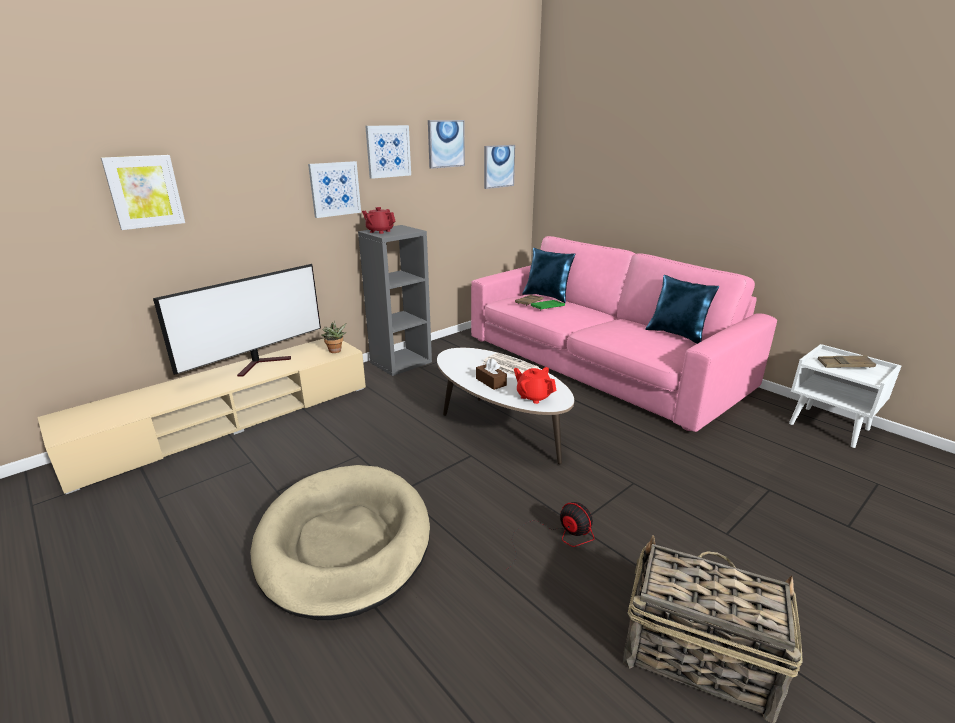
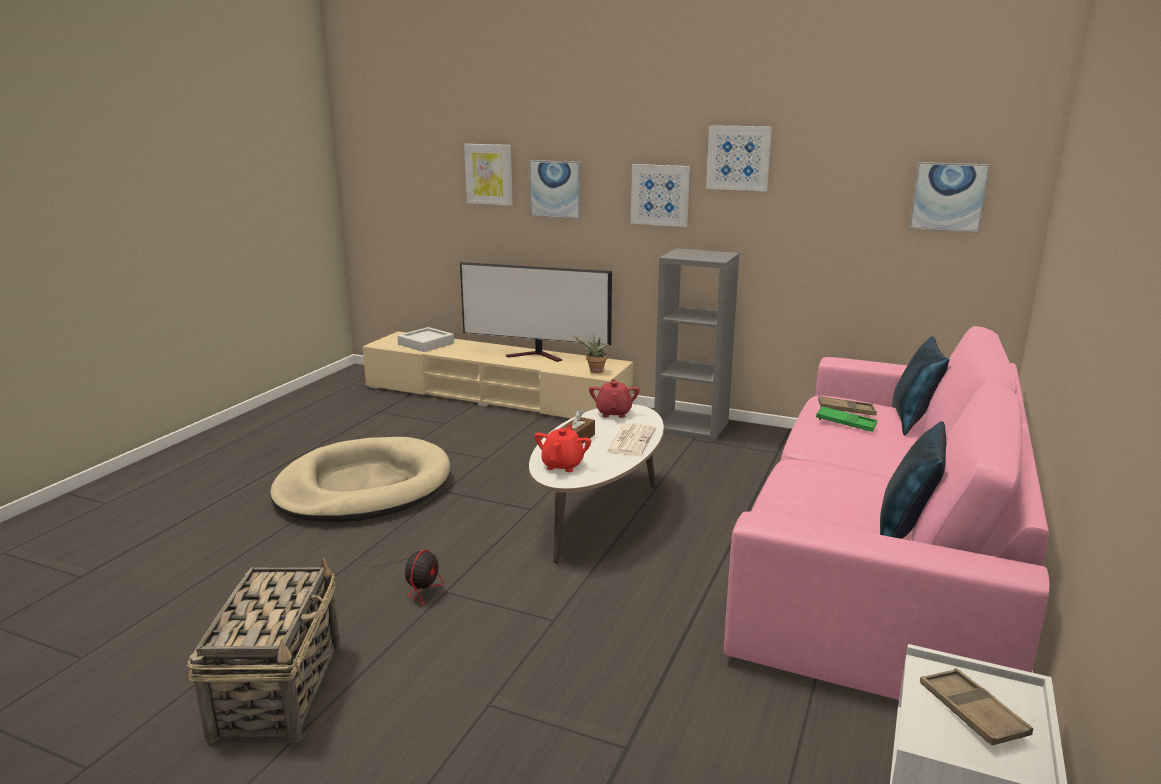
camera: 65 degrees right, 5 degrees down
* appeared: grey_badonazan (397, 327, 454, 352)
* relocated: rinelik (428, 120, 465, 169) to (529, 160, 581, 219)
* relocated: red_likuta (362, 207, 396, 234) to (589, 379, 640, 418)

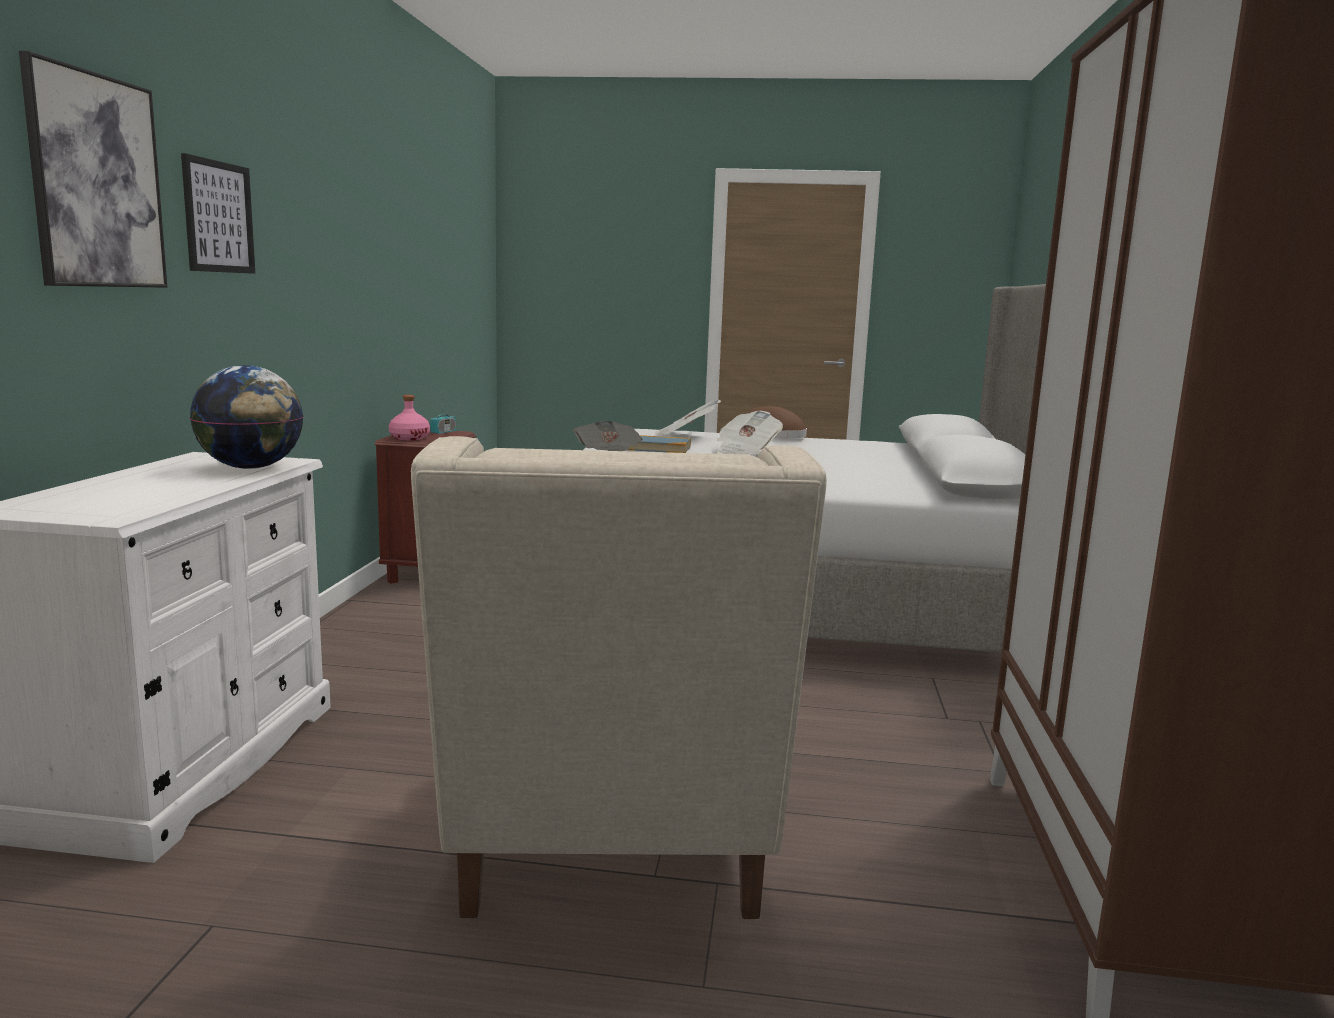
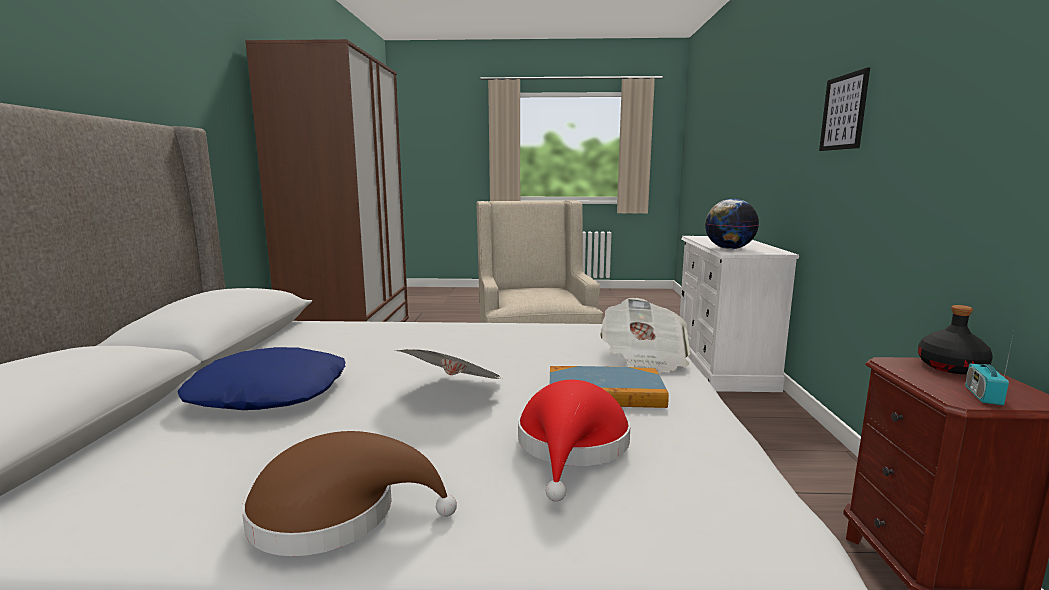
camera: 175 degrees right, 0 degrees up
* appeared: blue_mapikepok (177, 347, 346, 410)
* exchanged: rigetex (655, 400, 721, 435) to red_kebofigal (518, 380, 630, 502)
* colour: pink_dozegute (389, 395, 430, 440) to black_dozegute (918, 305, 993, 374)
* missing: rinelik (19, 51, 167, 288)

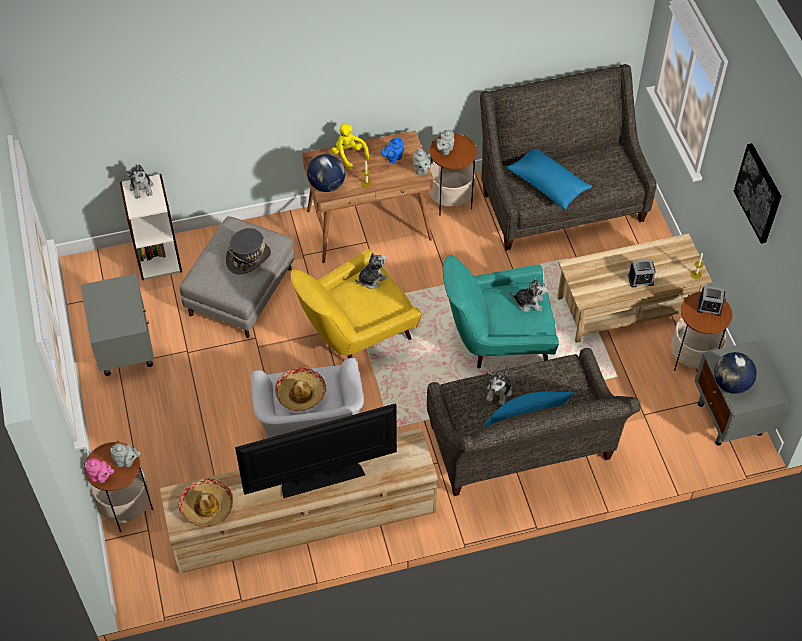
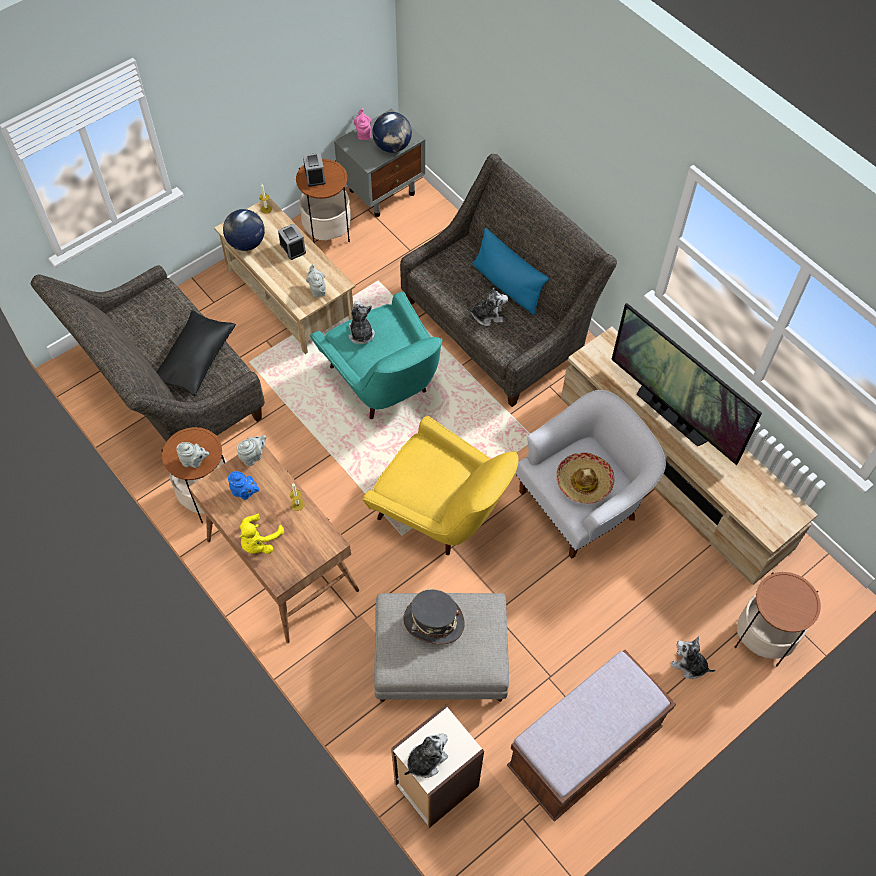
camera: 115 degrees left, 5 degrees up
* colour: blue_mapikepok (507, 149, 592, 210) to black_mapikepok (157, 310, 236, 396)
* relocated: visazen (307, 154, 345, 192) to (223, 209, 265, 251)
* relocated: grey_likuta (111, 444, 141, 467) to (306, 264, 326, 297)
* relocated: pink_likuta (85, 458, 114, 483) to (354, 108, 372, 140)
* exchanged: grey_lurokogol (81, 274, 155, 376) to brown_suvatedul (507, 650, 676, 822)
* relocated: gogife (355, 253, 387, 289) to (671, 636, 716, 679)
* missing: kebofigal (178, 479, 234, 527)
* missing: rinelik (734, 143, 782, 244)

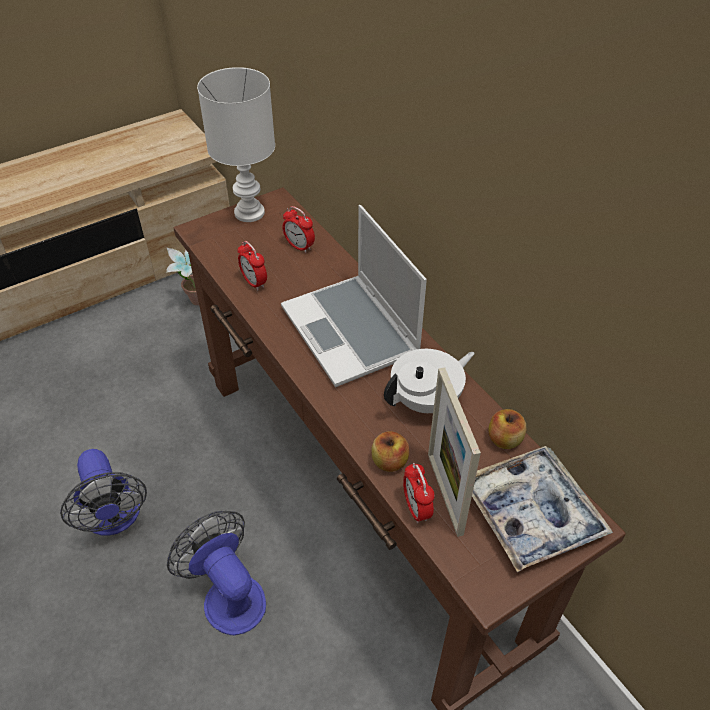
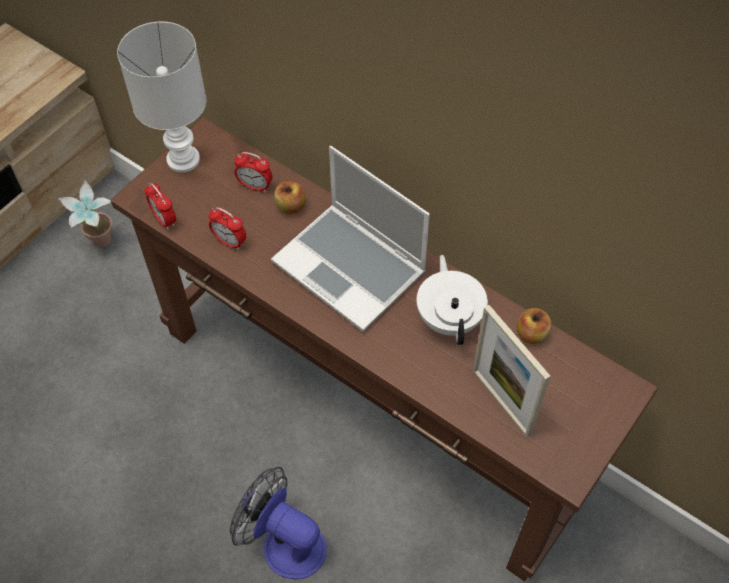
camera: 20 degrees left, 10 degrees up
* relocated: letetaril (403, 463, 435, 523) to (145, 183, 176, 230)
* relocated: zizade (372, 431, 409, 472) to (274, 181, 306, 214)
* spun: white_likuta (384, 349, 475, 413) = (417, 255, 488, 345) 45 degrees counterclockwise
* missing: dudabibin (60, 449, 147, 536)
* missing: badonazan (472, 446, 613, 572)

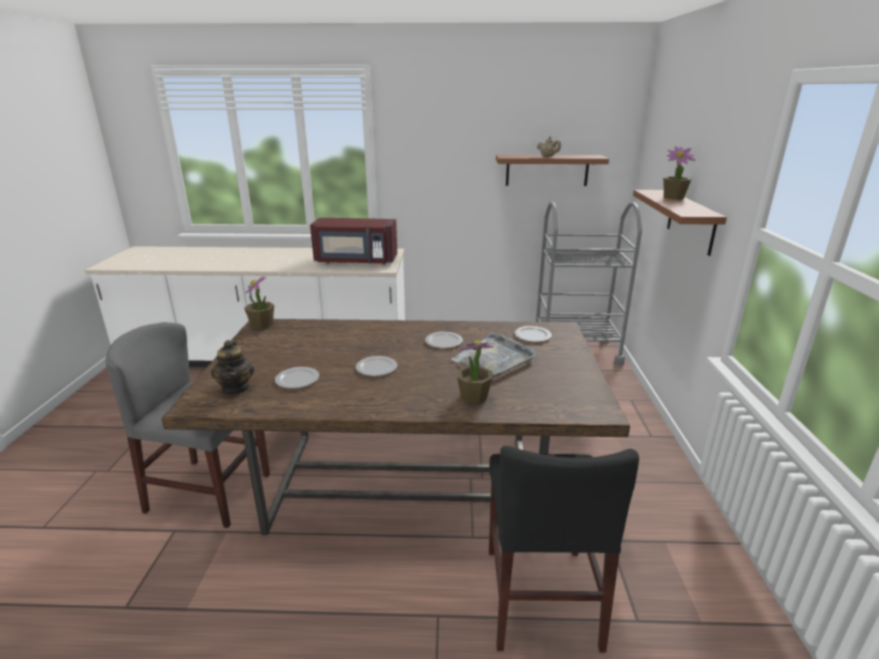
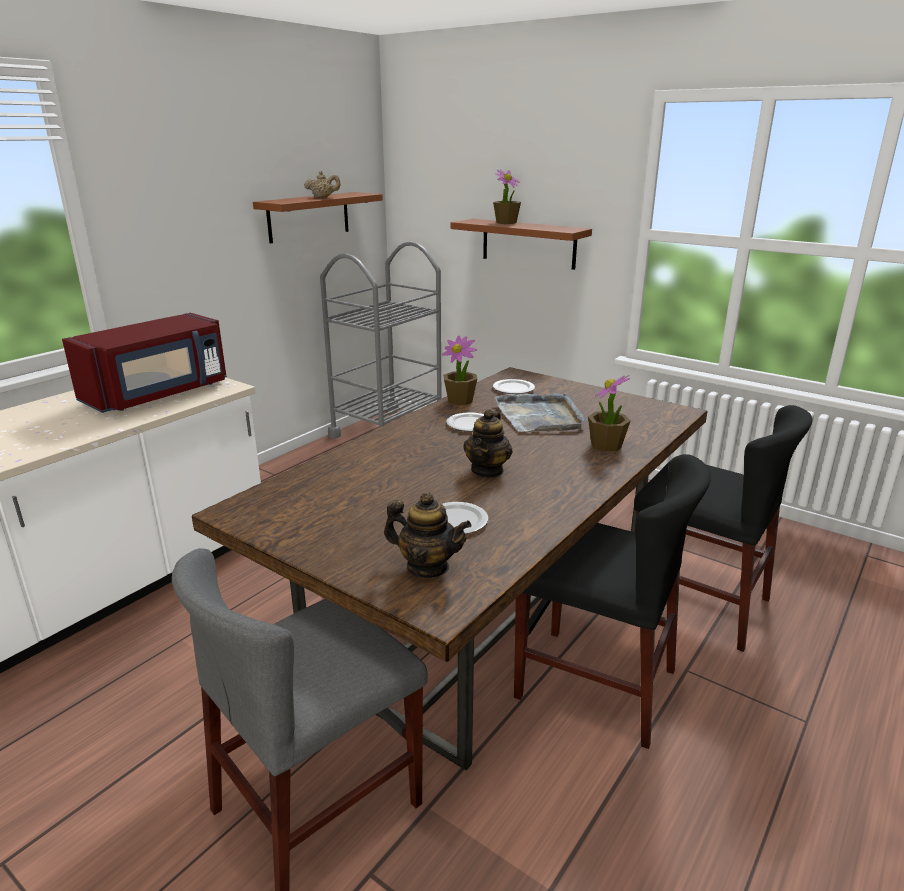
camera: 55 degrees left, 0 degrees up
* relocated: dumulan (244, 275, 274, 329) to (442, 336, 477, 405)
* exchanged: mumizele (356, 356, 397, 376) to likuta (463, 409, 512, 478)
* appeared: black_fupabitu (514, 454, 711, 749)

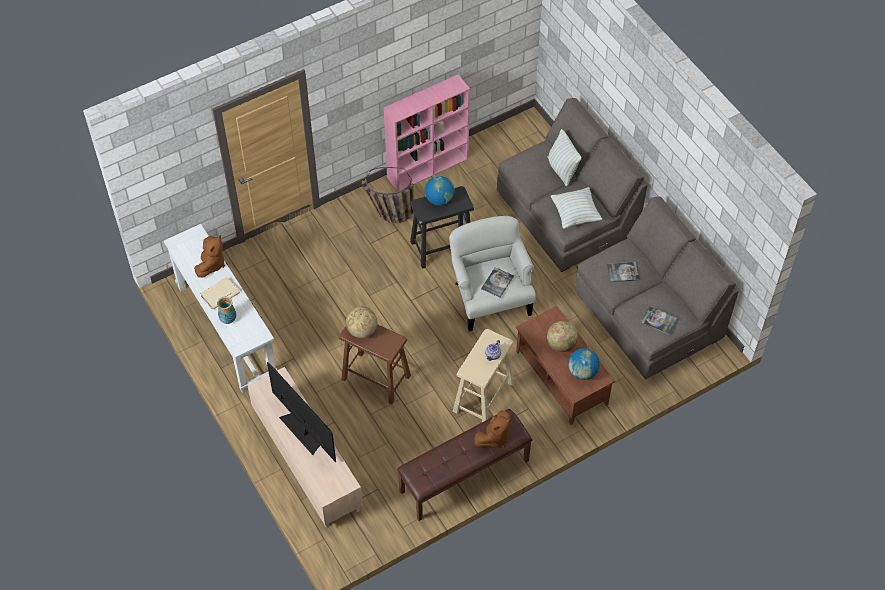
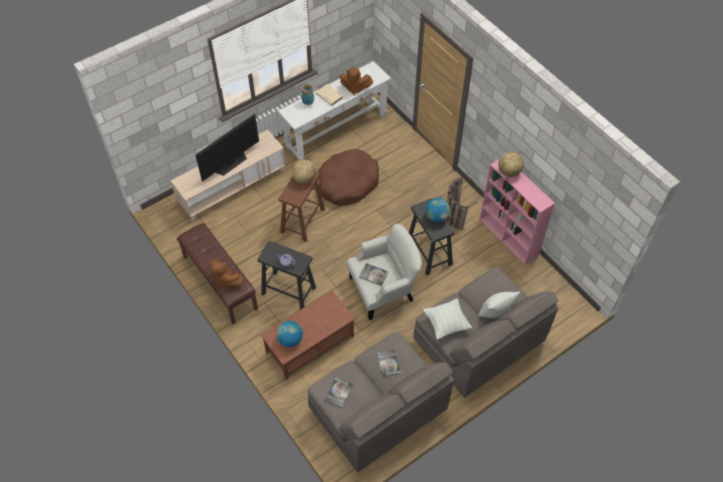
camera: 85 degrees right, 0 degrees up
* colour: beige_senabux (453, 329, 514, 422) to black_senabux (258, 241, 316, 310)
* appeared: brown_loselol (318, 149, 379, 206)
* relocated: visazen (547, 321, 578, 352) to (498, 152, 524, 177)

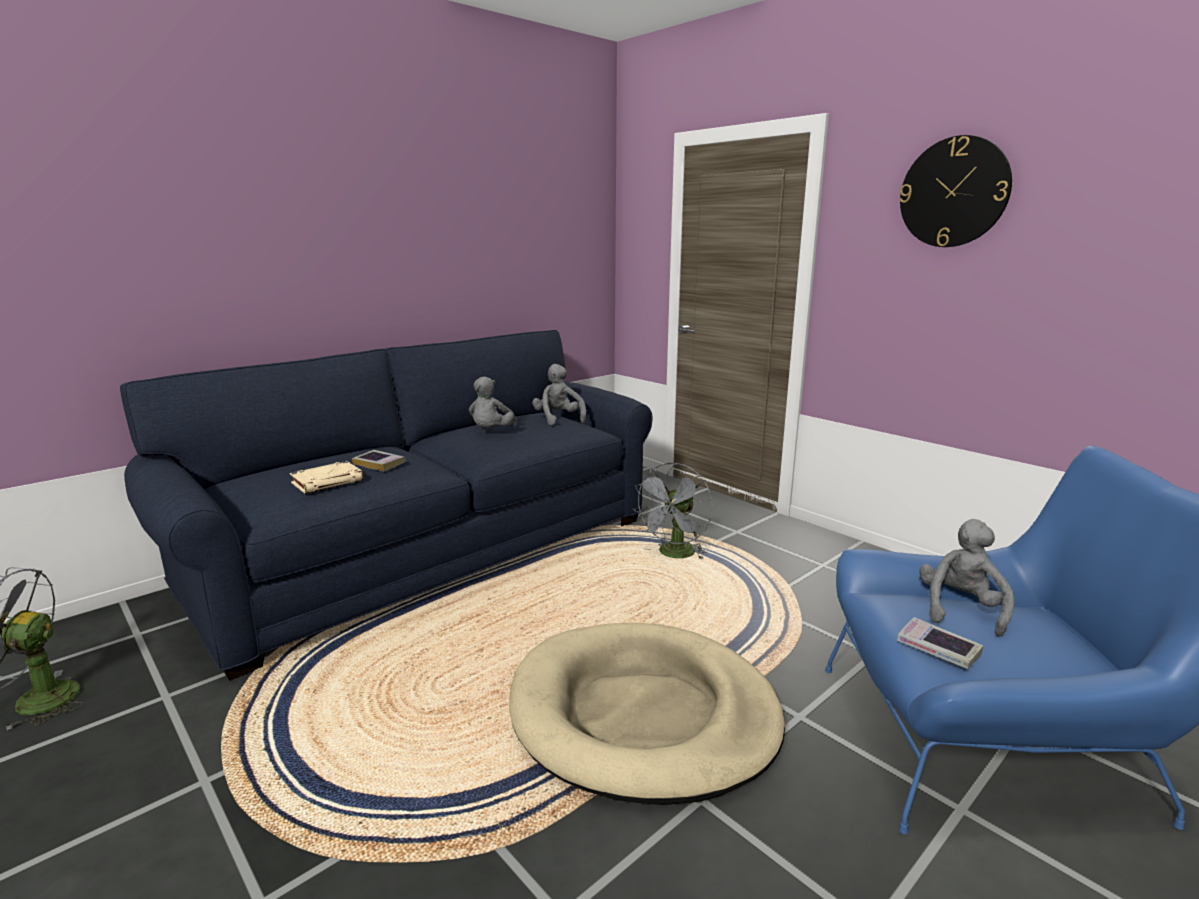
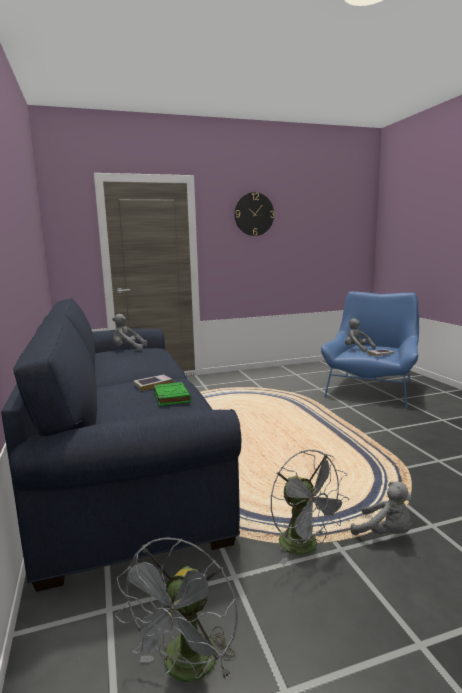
camera: 65 degrees left, 5 degrees down
* colour: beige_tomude (290, 461, 363, 494) to green_tomude (154, 382, 191, 406)
* relocated: grey_dudabibin (633, 463, 713, 560) to (270, 450, 349, 565)
* relocated: grey_gogife (469, 377, 517, 428) to (350, 481, 412, 535)
* missing: beige_loselol (509, 623, 785, 805)

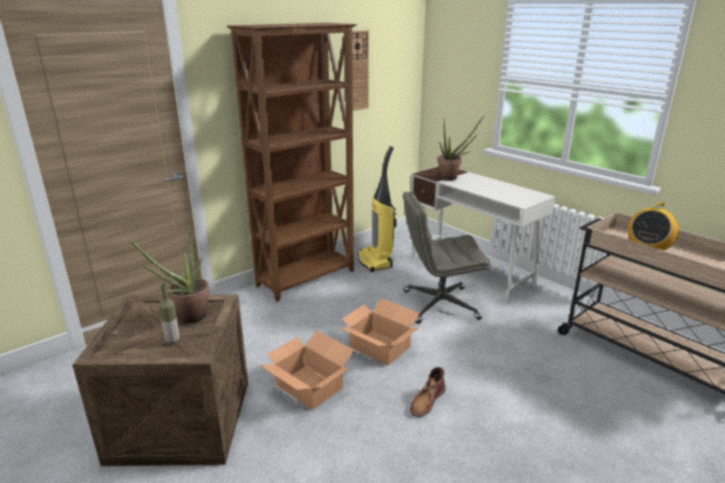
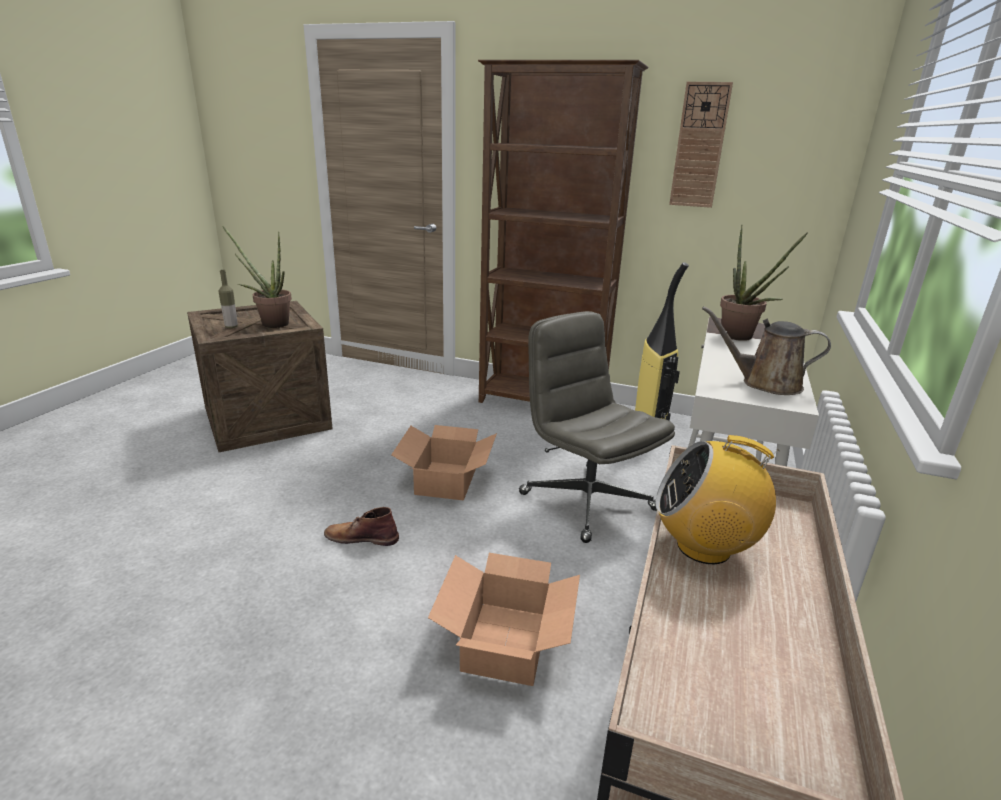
camera: 60 degrees right, 0 degrees up
* relocated: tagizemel (260, 331, 354, 409) to (428, 553, 580, 686)
* appeared: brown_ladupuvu (702, 306, 831, 395)

